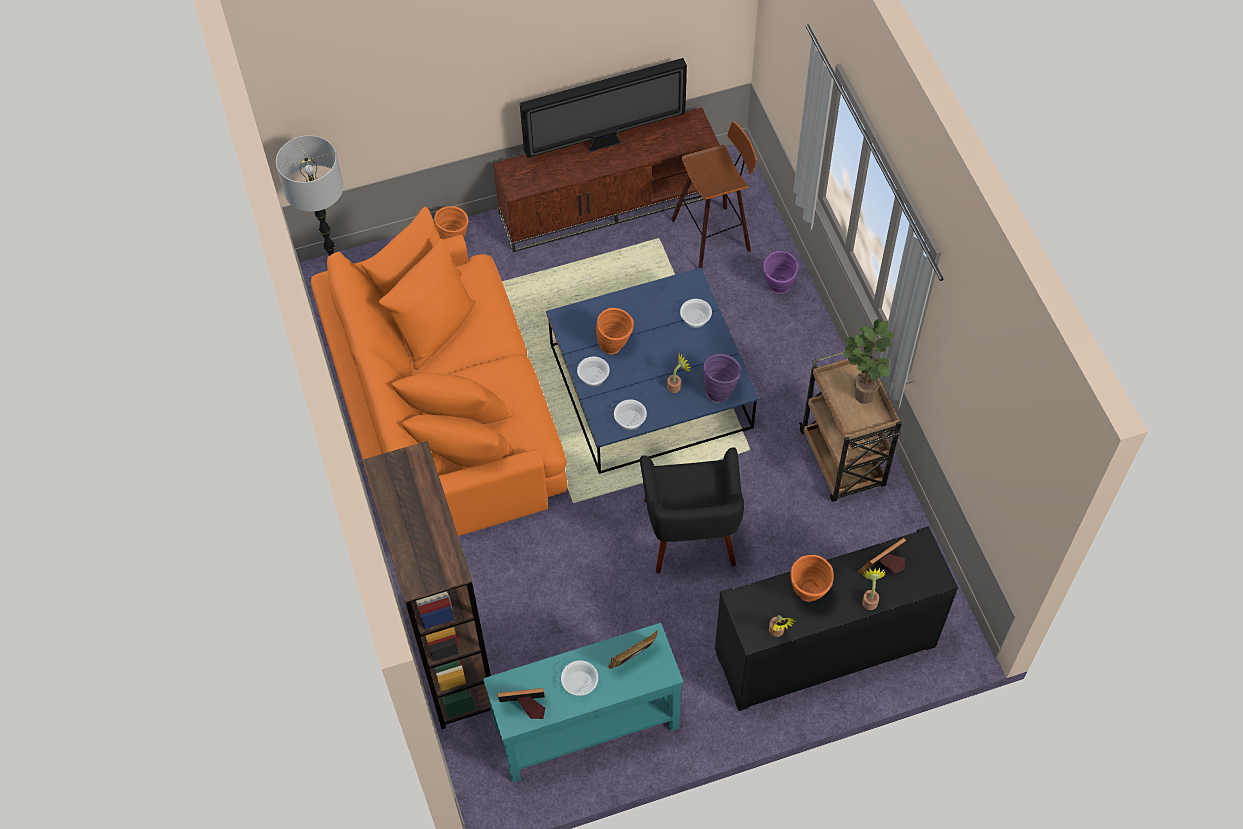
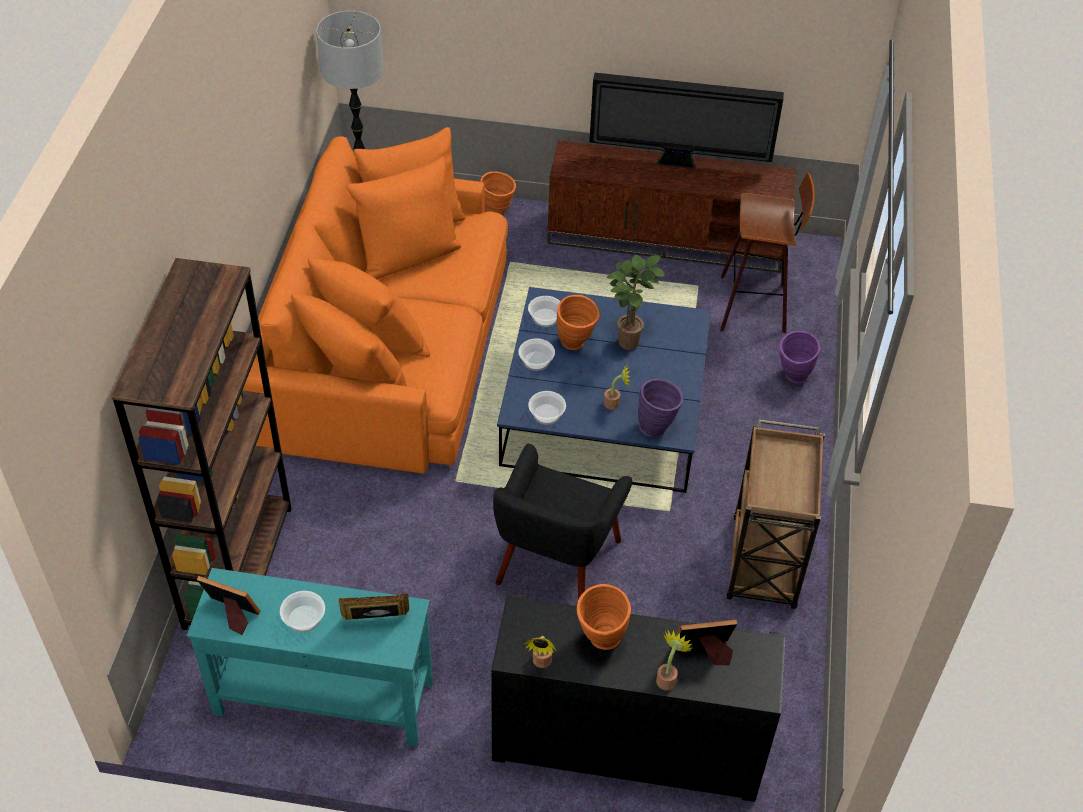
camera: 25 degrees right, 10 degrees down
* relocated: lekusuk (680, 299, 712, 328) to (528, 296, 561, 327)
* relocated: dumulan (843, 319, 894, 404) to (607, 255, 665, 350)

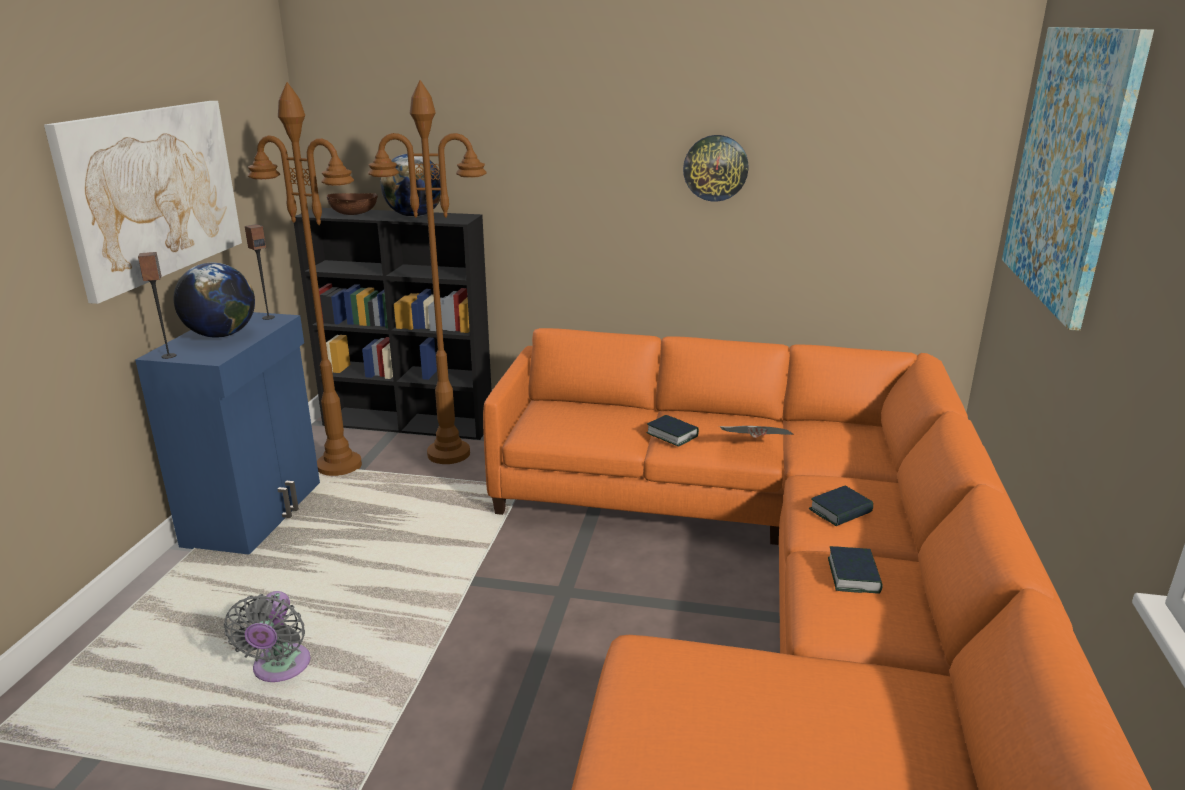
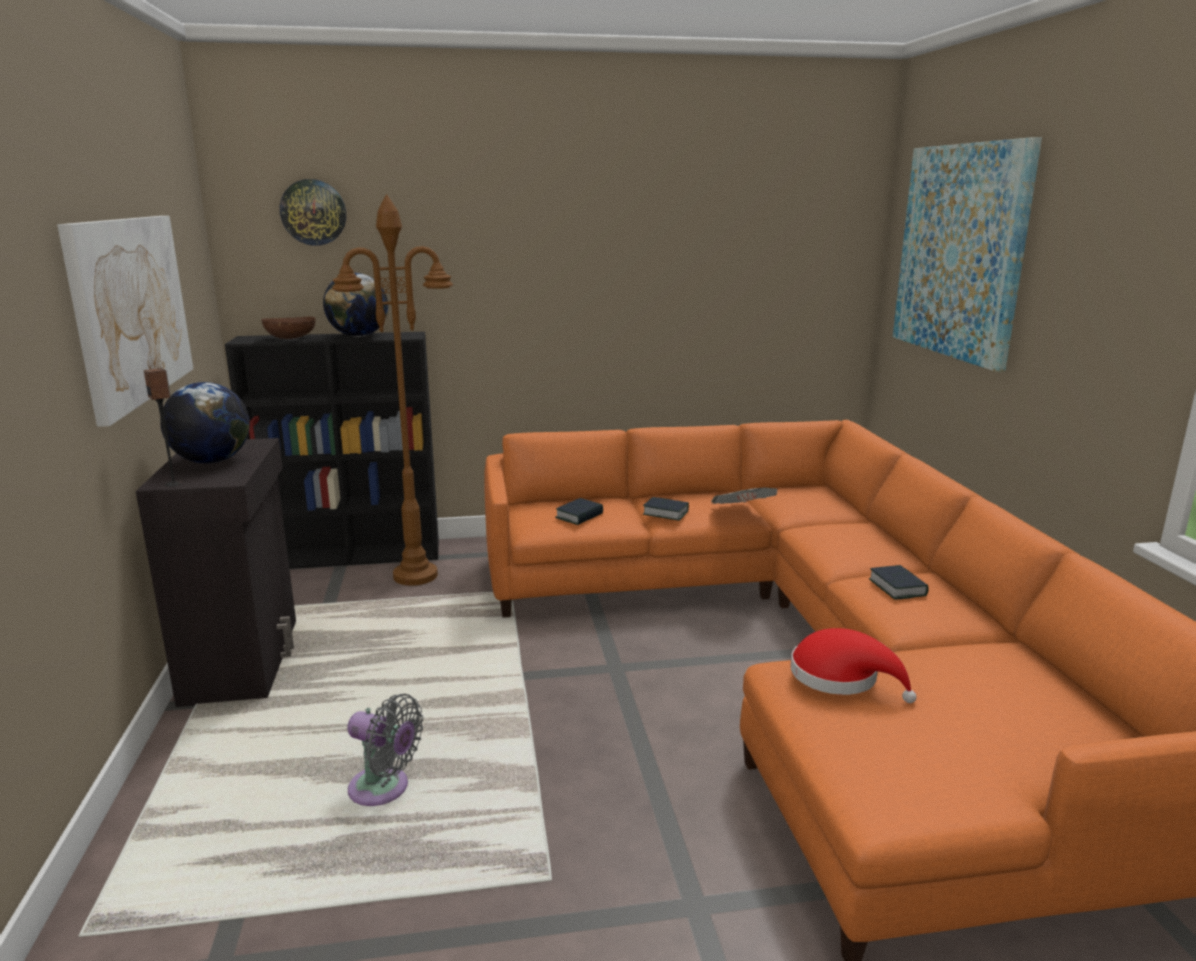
camera: 20 degrees left, 5 degrees down
* colour: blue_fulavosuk (135, 312, 320, 555) to black_fulavosuk (136, 438, 296, 707)
* relocated: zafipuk (683, 135, 748, 202) to (280, 179, 346, 246)
* spun: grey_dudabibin (224, 591, 311, 682) = (347, 694, 423, 806) 45 degrees counterclockwise
* relocated: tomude (809, 486, 873, 526) to (555, 498, 603, 525)
* appeared: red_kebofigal (791, 628, 917, 703)
* missing: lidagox (245, 224, 275, 320)
* missing: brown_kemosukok (248, 82, 362, 476)

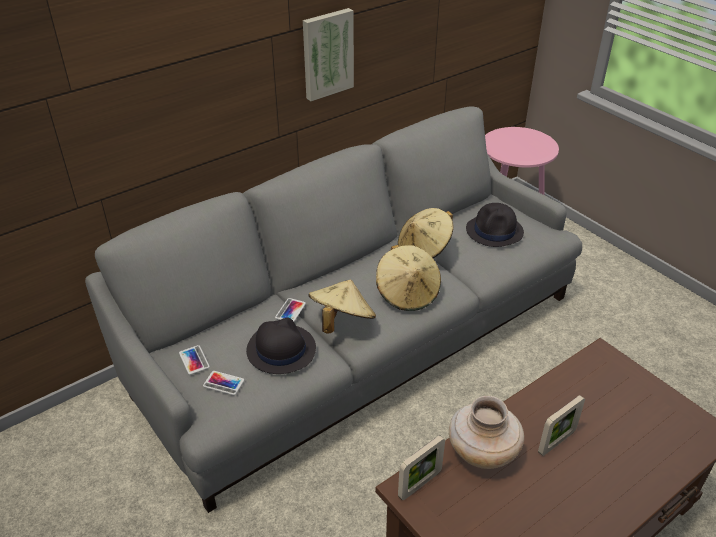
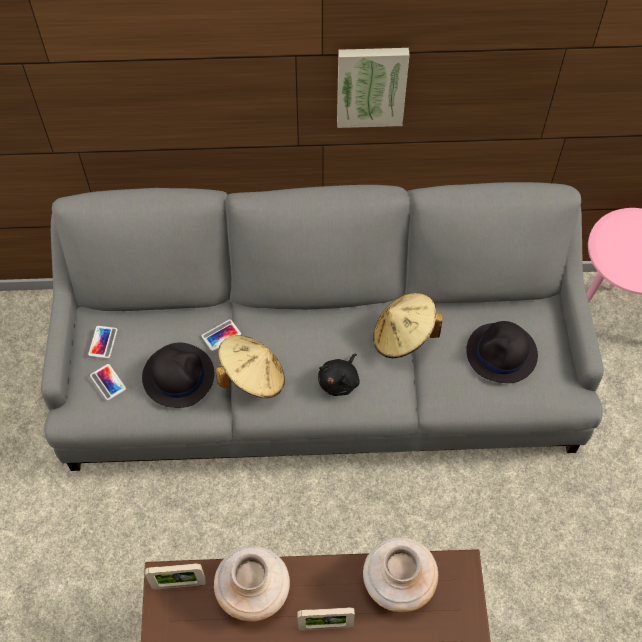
camera: 35 degrees right, 20 degrees up
* exchanged: beige_kebofigal (376, 245, 441, 311) to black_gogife (318, 354, 360, 396)
* appeared: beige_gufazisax (363, 537, 438, 612)

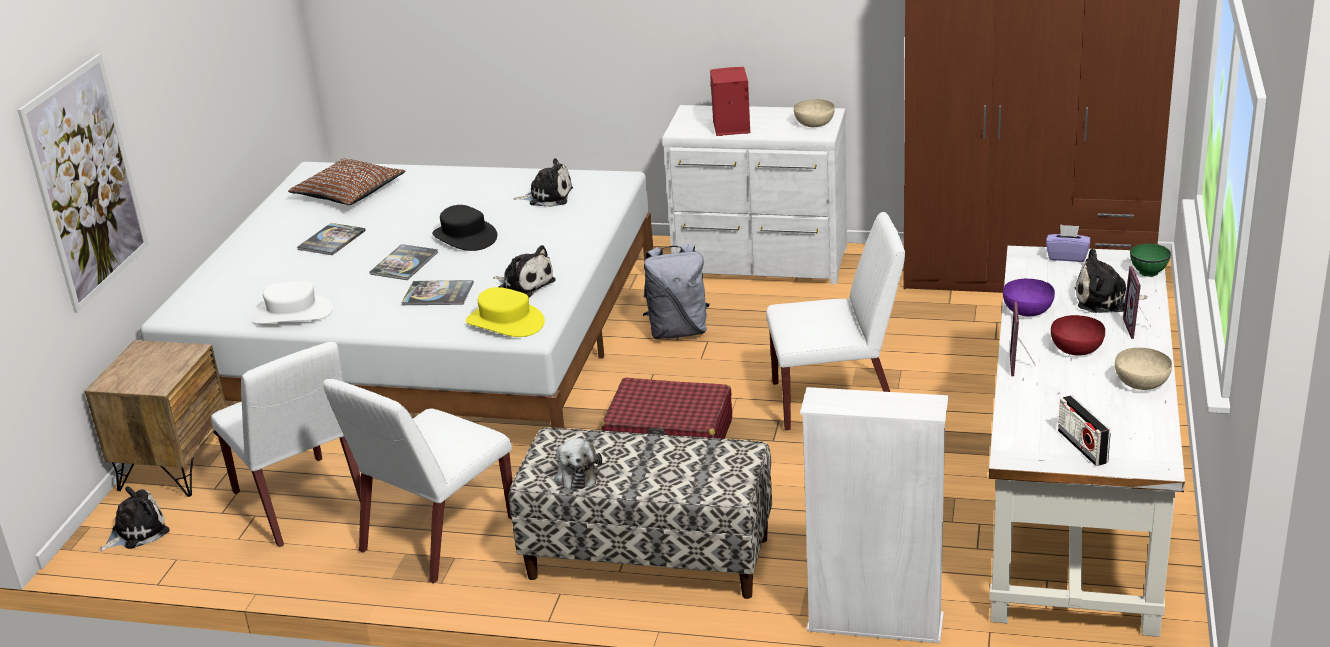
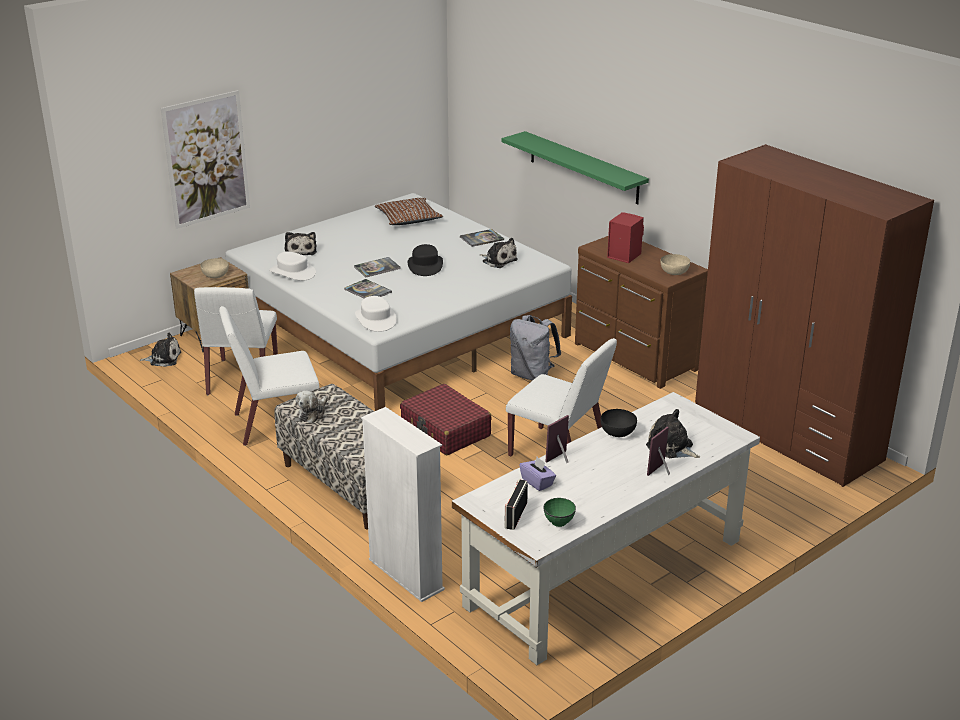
camera: 35 degrees right, 0 degrees up
* relocated: beige_lekusuk (1115, 348, 1172, 390) to (200, 258, 229, 278)
* relocated: gogife (493, 245, 556, 297) to (284, 232, 317, 255)
* colour: yellow_kebofigal (466, 287, 545, 337) to white_kebofigal (355, 296, 397, 332)
* relocated: tomude (297, 223, 366, 255) to (459, 229, 504, 247)
* appeared: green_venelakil (502, 131, 649, 205)
* relocated: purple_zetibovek (1046, 224, 1090, 262) to (519, 457, 556, 491)
* relocated: green_lekusuk (1130, 243, 1171, 277) to (543, 498, 576, 527)
* colour: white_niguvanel (662, 105, 847, 284) to brown_niguvanel (575, 236, 708, 389)
* colour: purple_lekusuk (1003, 279, 1055, 316) to black_lekusuk (601, 409, 637, 437)
* missing: red_lekusuk (1051, 315, 1105, 355)

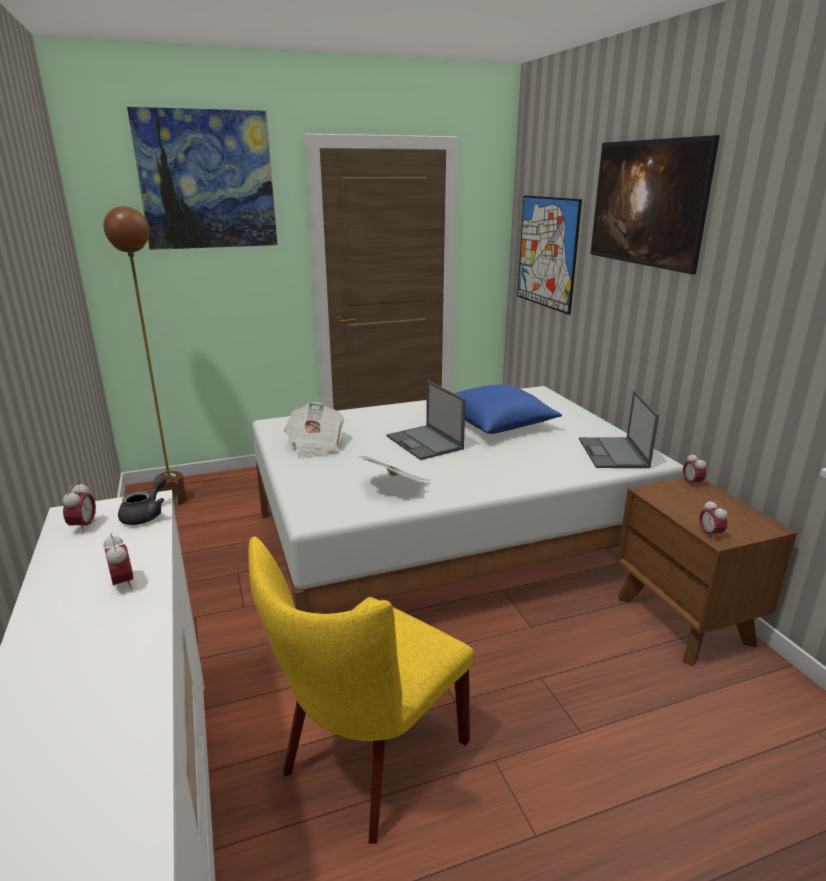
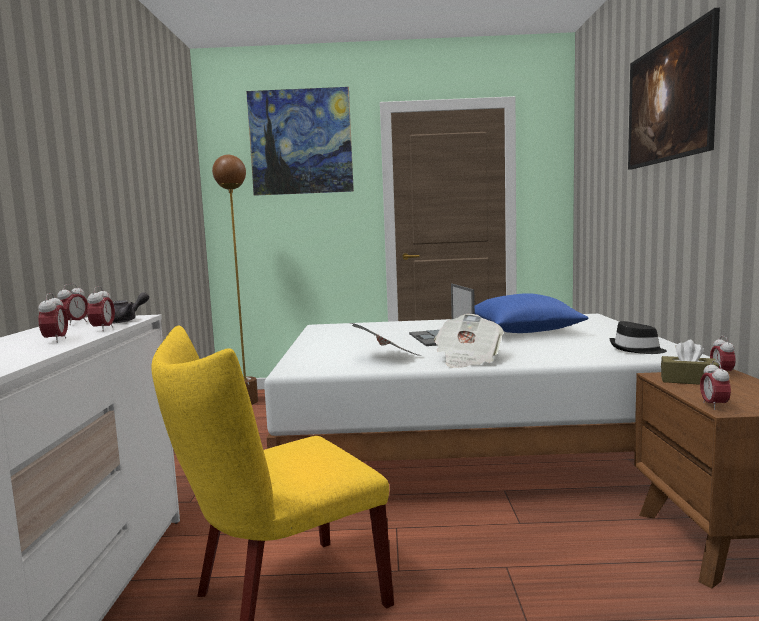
camera: 20 degrees right, 15 degrees down
* appeared: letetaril (87, 286, 115, 331)
* relocated: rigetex (284, 402, 345, 459) to (434, 314, 504, 368)
* exchanged: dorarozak (579, 391, 659, 468) to black_kebofigal (610, 321, 667, 354)
* appeared: brown_zetibovek (661, 340, 719, 385)
* missing: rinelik (517, 196, 582, 315)

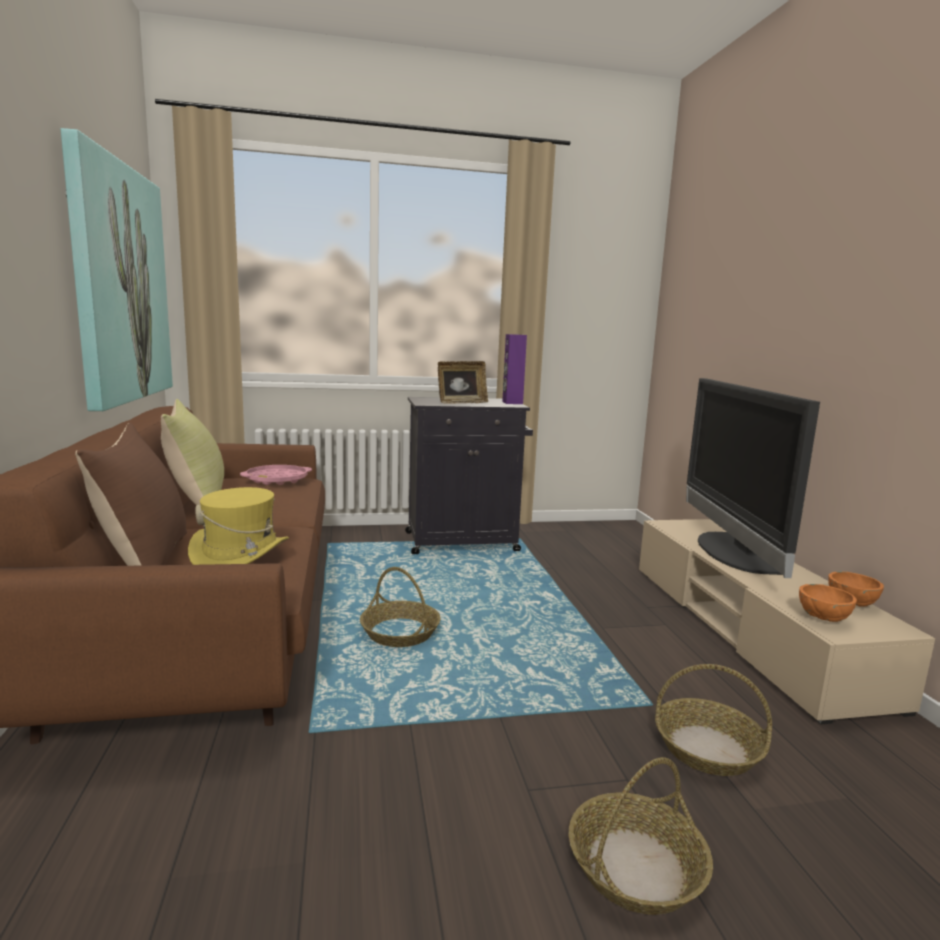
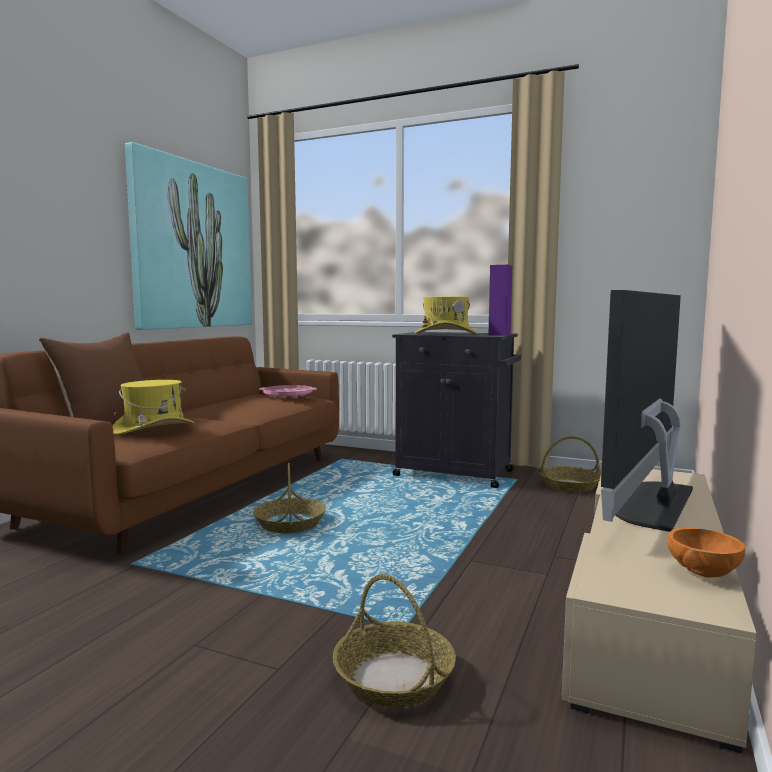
camera: 35 degrees right, 5 degrees down
* exchanged: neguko (438, 361, 488, 404) to yellow_kebofigal (414, 297, 478, 334)
* relocated: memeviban (569, 757, 713, 915) to (540, 436, 601, 492)
* missing: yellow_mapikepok (161, 399, 224, 505)
* missing: orange_lekusuk (799, 584, 857, 622)

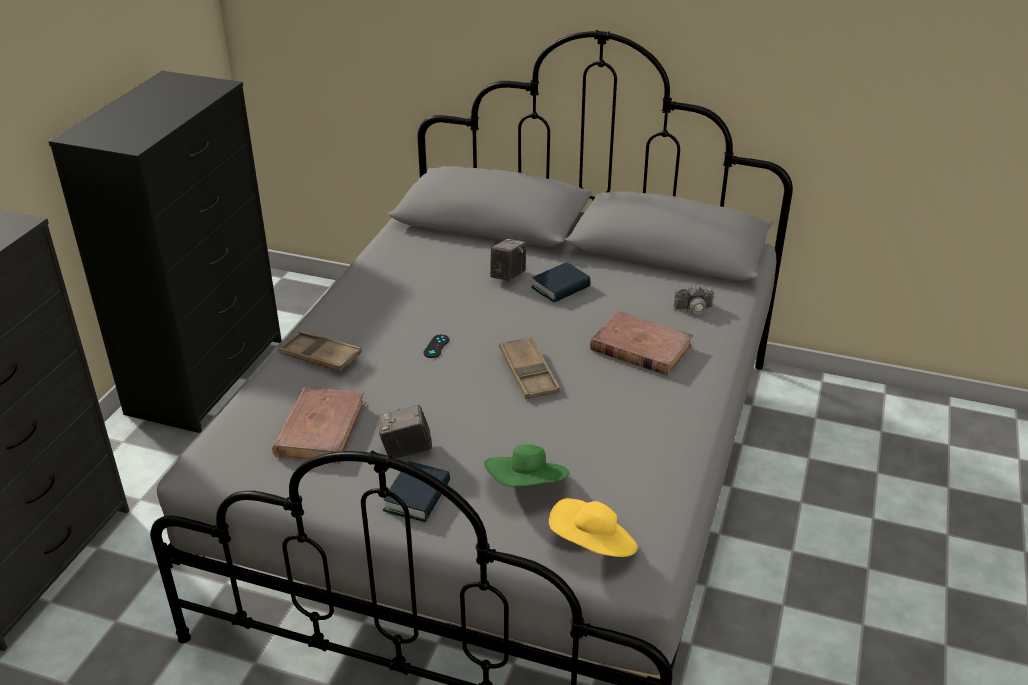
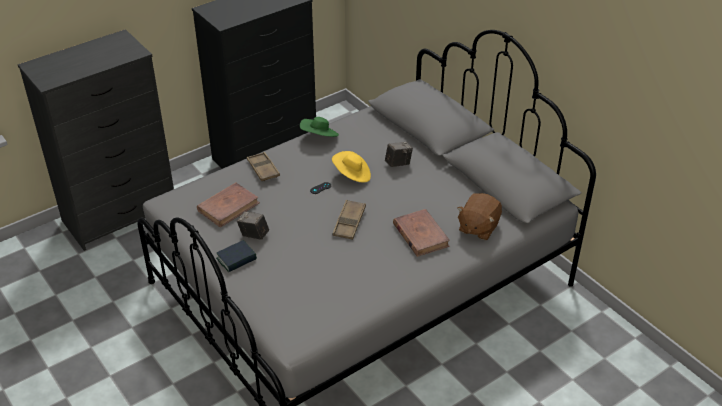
camera: 35 degrees right, 5 degrees up
* relocated: green_kebofigal (484, 444, 570, 487) to (300, 117, 339, 137)
* relocated: yellow_kebofigal (549, 498, 637, 557) to (332, 151, 371, 182)
* exchanged: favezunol (674, 285, 724, 315) to brown_gogife (457, 193, 502, 240)
* missing: tomude (531, 262, 591, 302)

